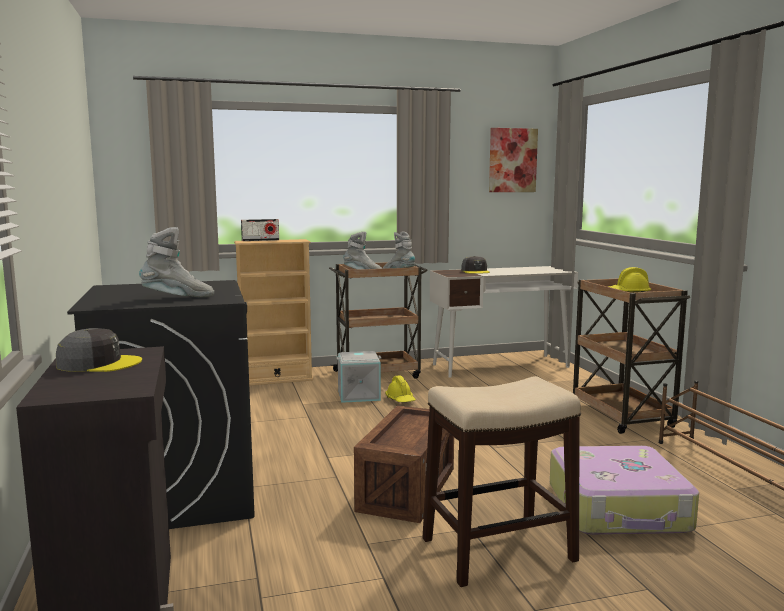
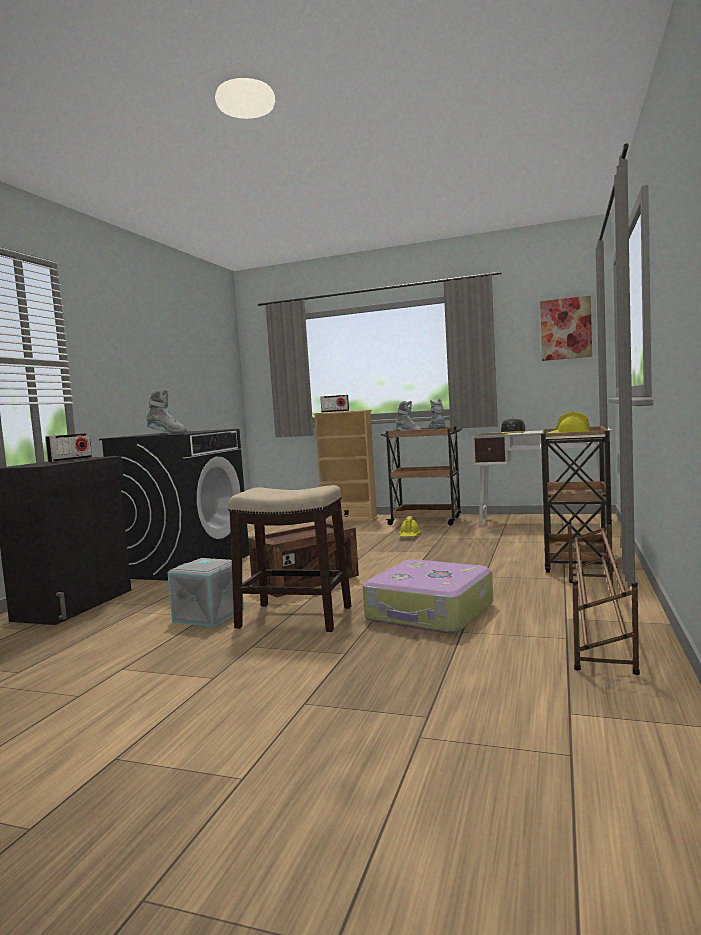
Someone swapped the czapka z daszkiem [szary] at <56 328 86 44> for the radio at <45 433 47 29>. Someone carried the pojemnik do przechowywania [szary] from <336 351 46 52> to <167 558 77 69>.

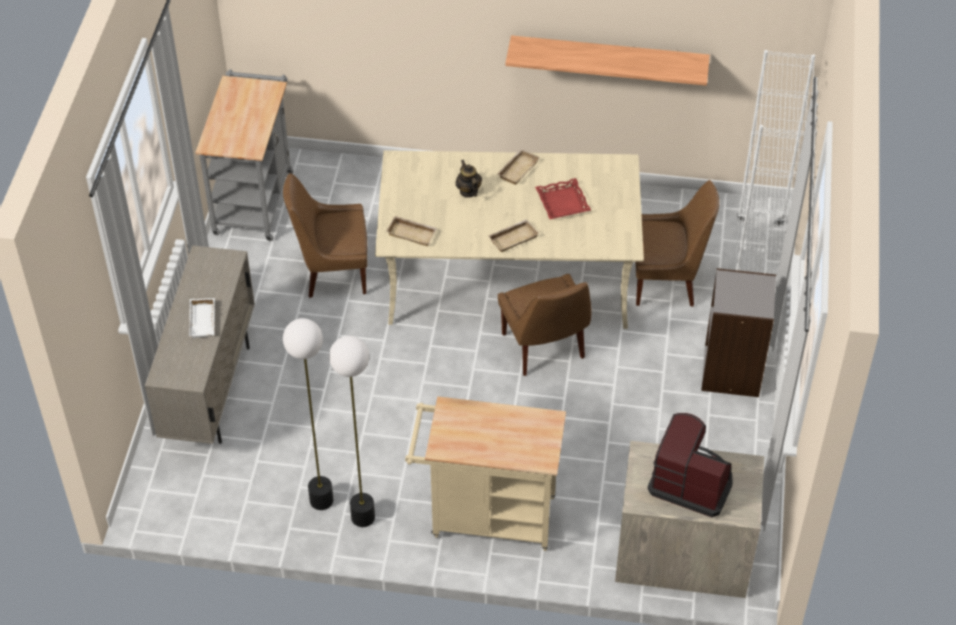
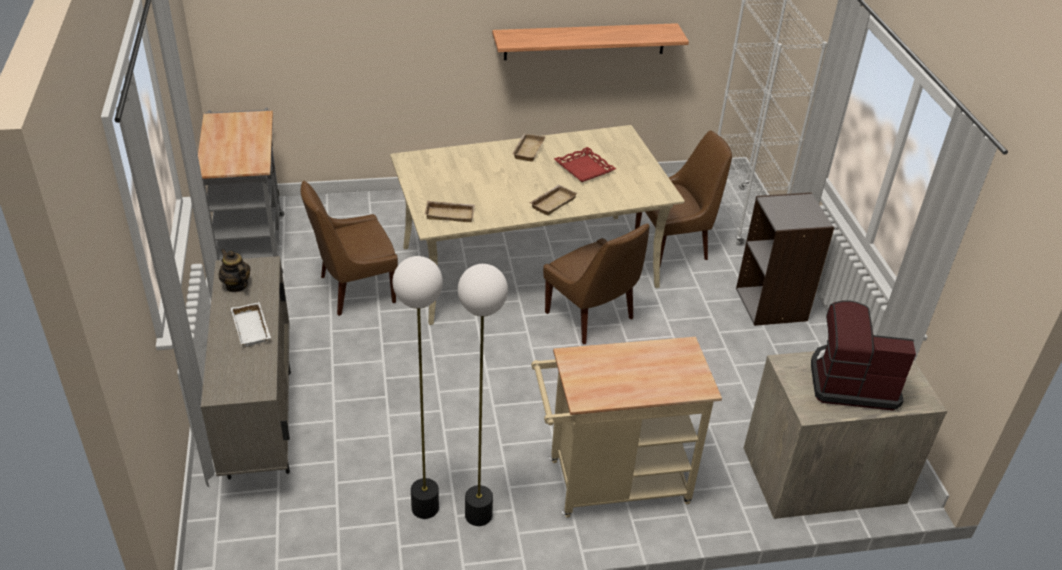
Someone carried the imbryk from <456 160 26 38> to <218 249 32 43>.

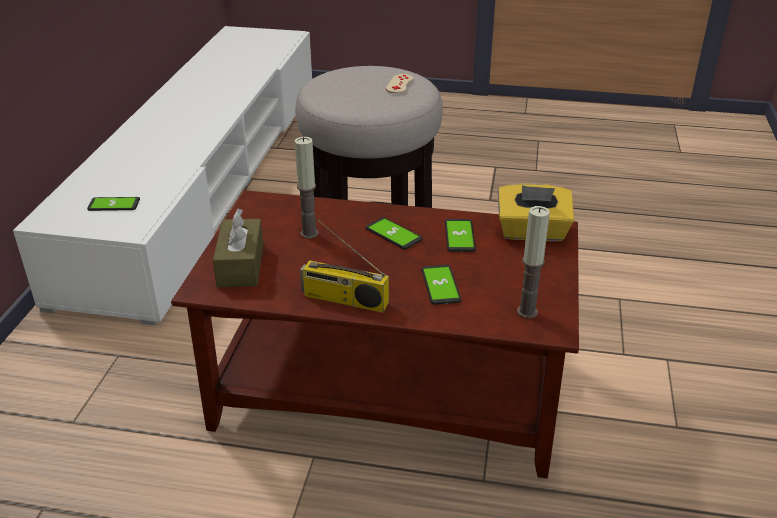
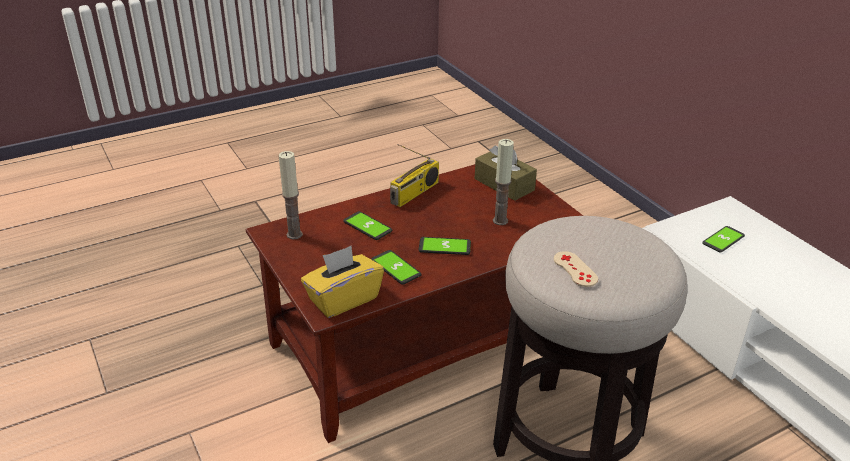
Someone rotated the radio at <300 220 89 93> by 150 degrees clockwise.

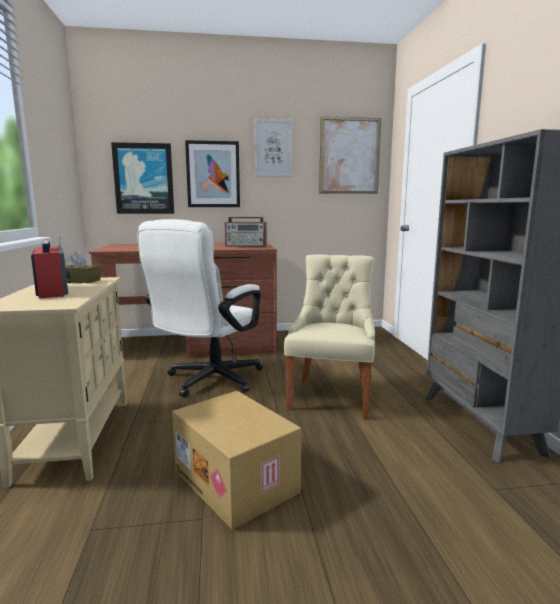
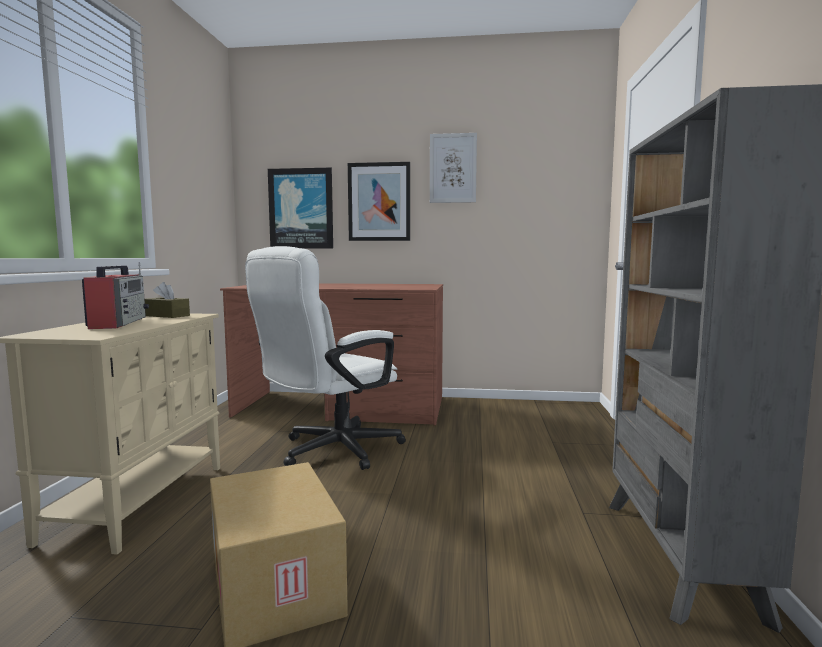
Someone took away the obraz at <319 116 62 78>. Someone took away the radio at <225 215 42 32>. Someone took away the krzesło [beżowy] at <284 254 91 165>.

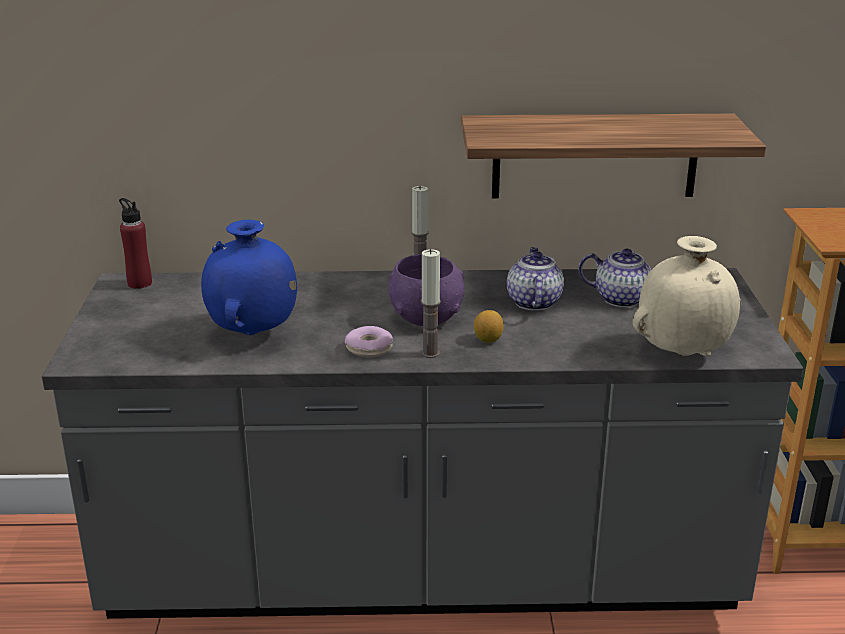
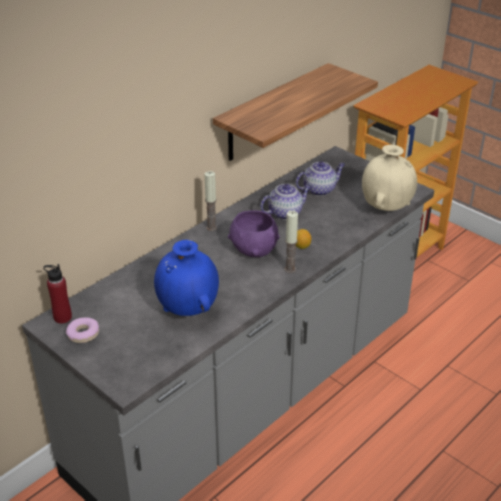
Someone rotated the imbryk at <507 247 57 63> by 105 degrees clockwise. Someone carried the donut from <345 326 48 31> to <66 317 33 26>.

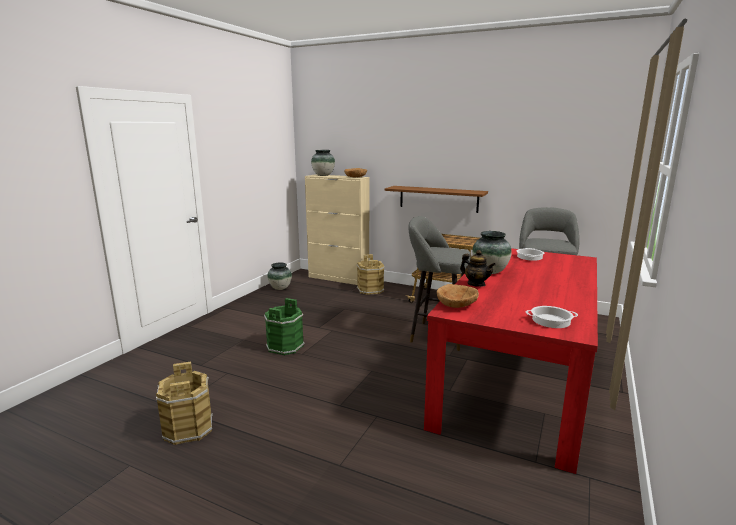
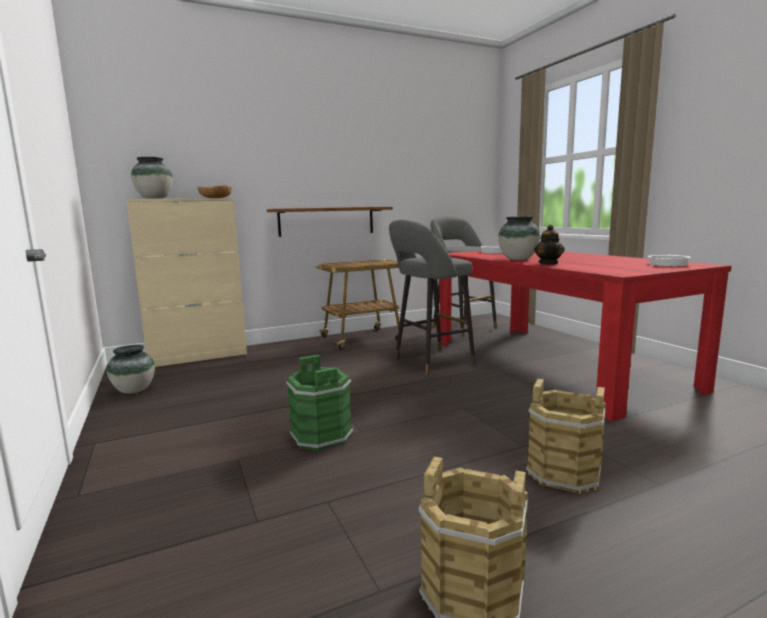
Someone rotated the imbryk at <460 250 36 37> by 105 degrees clockwise. Someone carried the wiadro [brązowy] from <357 254 27 41> to <526 379 80 115>. Someone took away the miska [brązowy] at <437 284 42 24>.

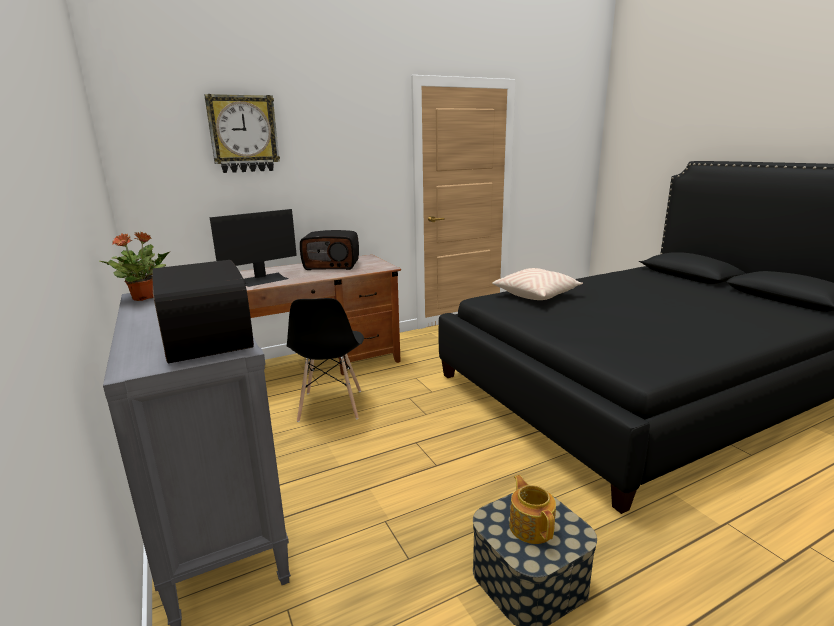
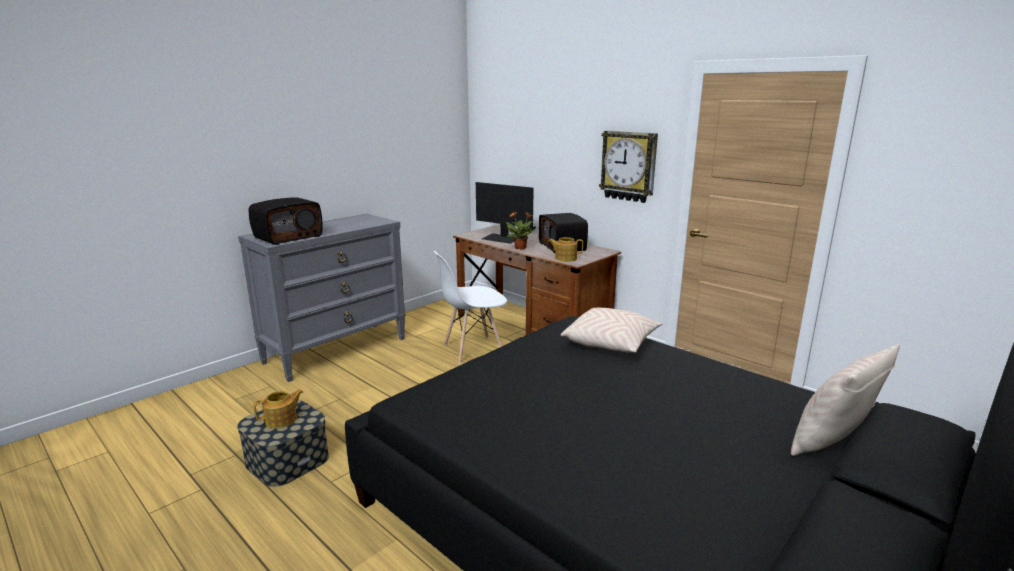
Someone carried the zegar ścienny from <204 94 76 79> to <599 131 59 72>. Someone carried the roślina doniczkowa from <99 232 70 69> to <506 212 30 38>. Someone repainted the krzesło [czarny] at <287 298 77 124>, which became the krzesło [biały] at <434 251 73 113>. Someone put down the imbryk at <549 237 34 24>. Someone put down the poduszka [beżowy] at <791 344 109 112>.

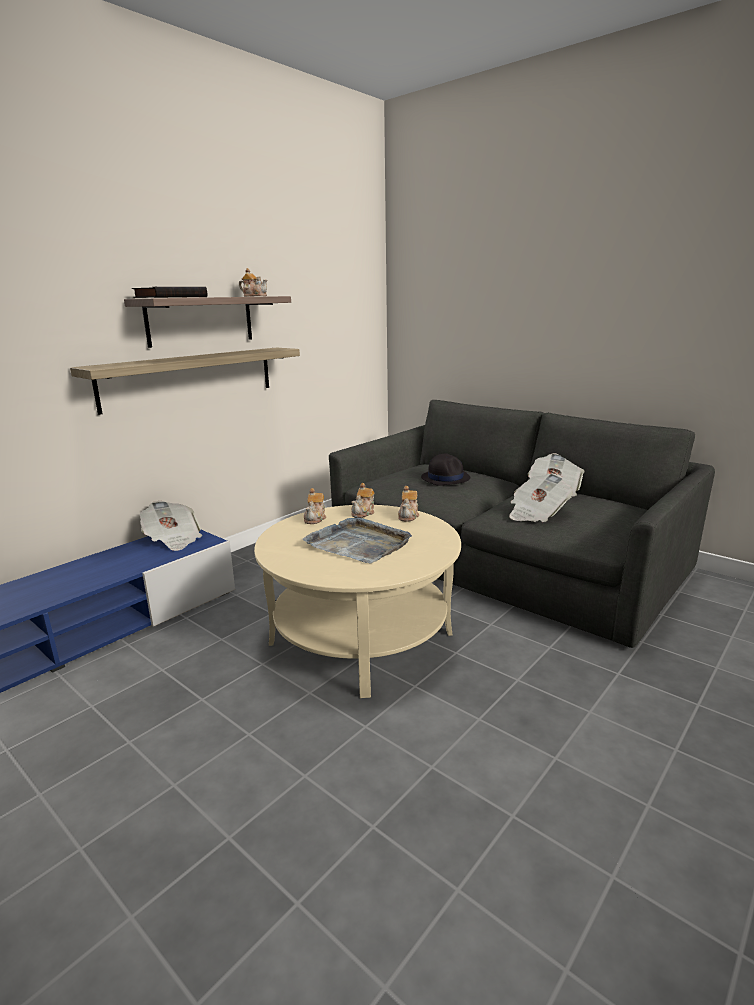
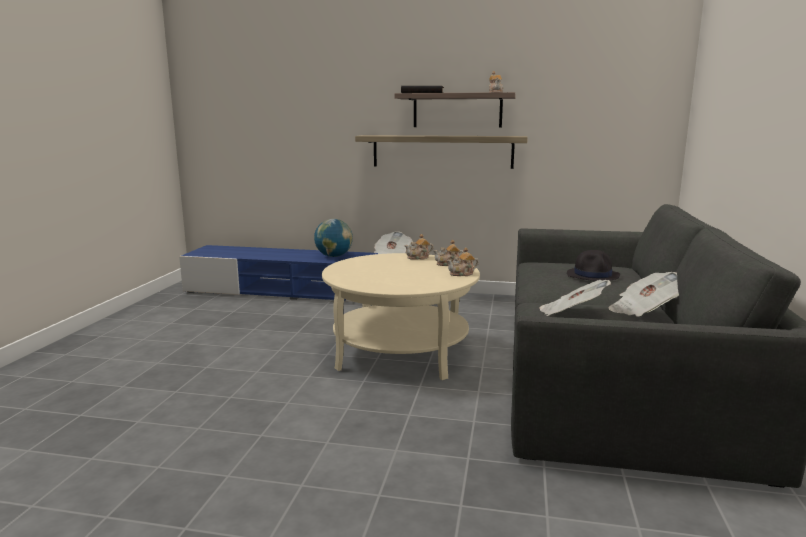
Someone took away the taca [szary] at <302 516 110 48>. Someone put down the globus at <314 219 39 38>.

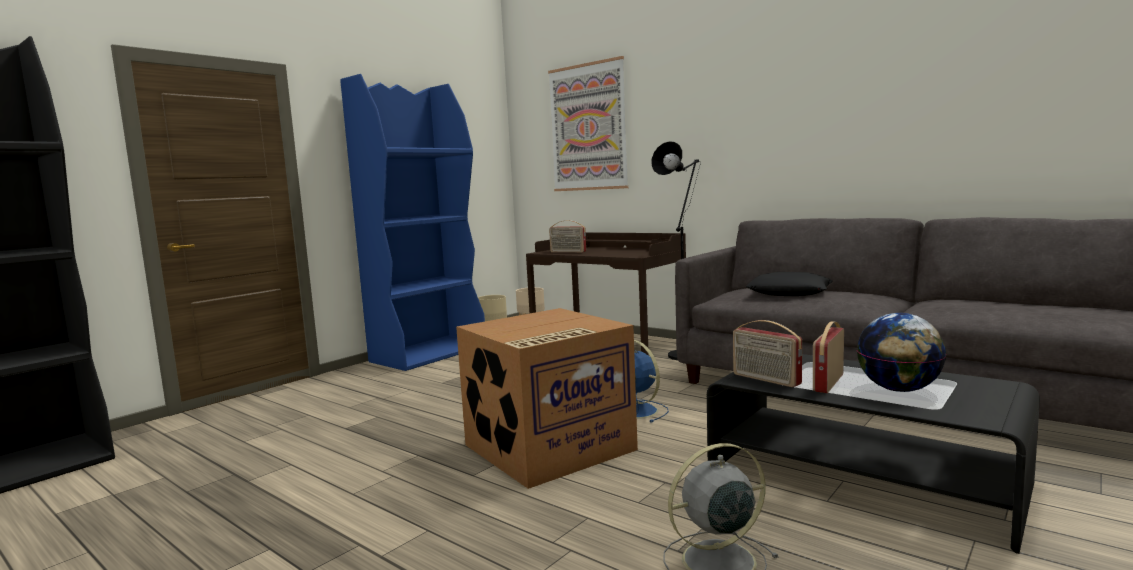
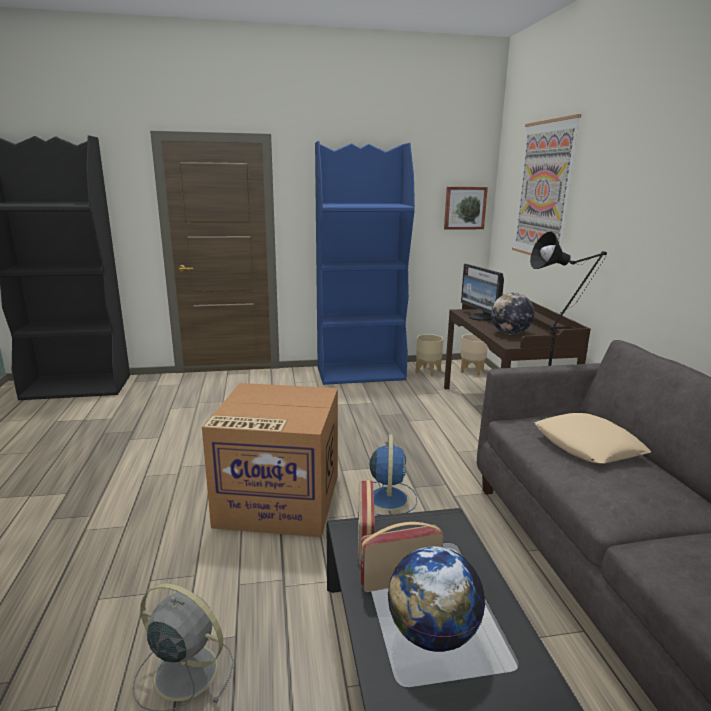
Someone swapped the radio at <549 220 37 33> for the monitor at <461 264 43 57>. Someone repainted the poduszka [czarny] at <745 272 87 24>, which became the poduszka [beżowy] at <535 413 116 51>. Someone put up the obraz at <444 187 44 43>. Someone put down the globus at <491 293 43 42>.

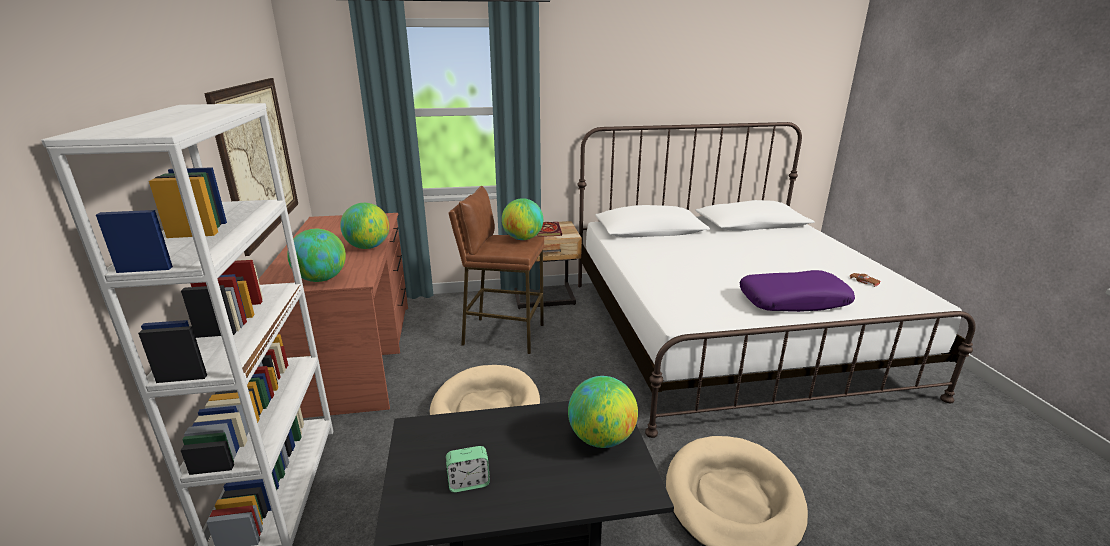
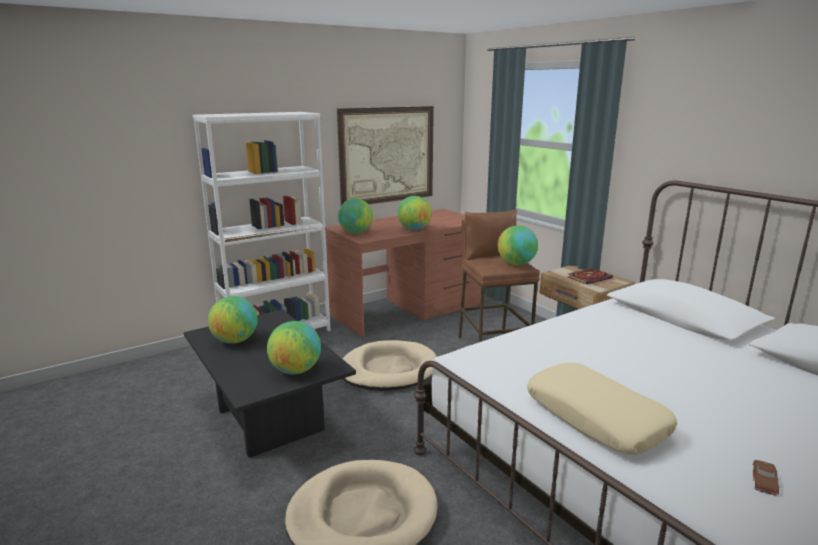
Someone repainted the poduszka [fioletowy] at <740 270 115 42>, which became the poduszka [beżowy] at <527 363 150 92>. Someone swapped the budzik at <446 446 44 47> for the globus at <208 296 50 48>.

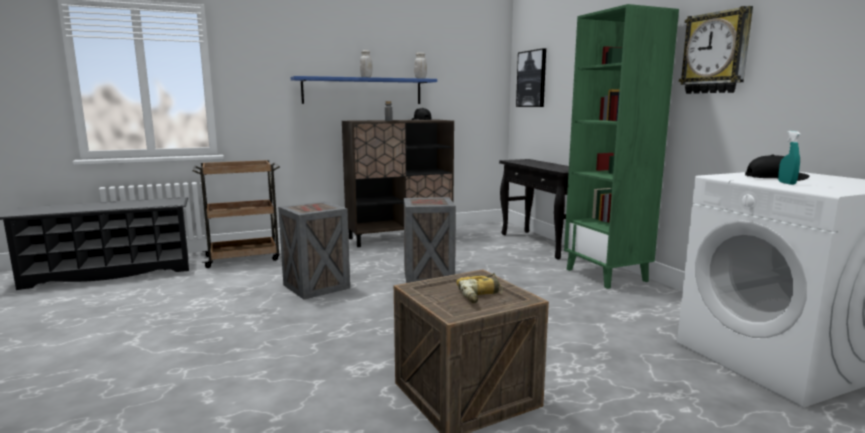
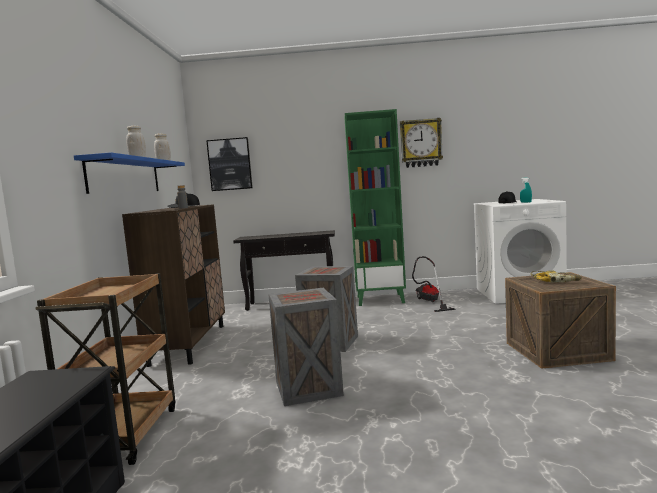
Someone put down the odkurzacz at <412 256 44 56>.

